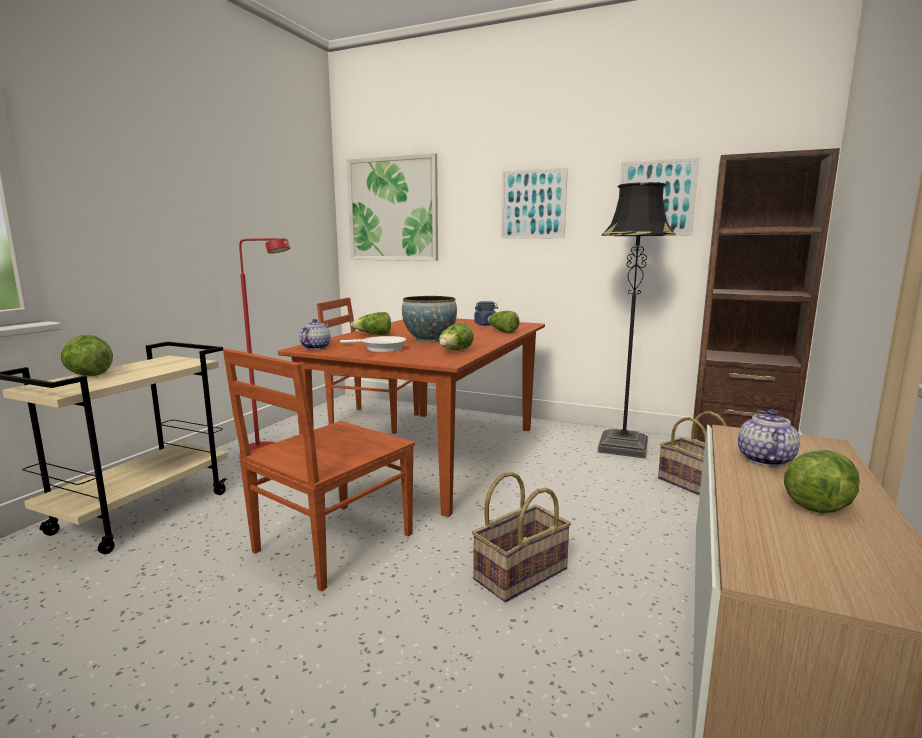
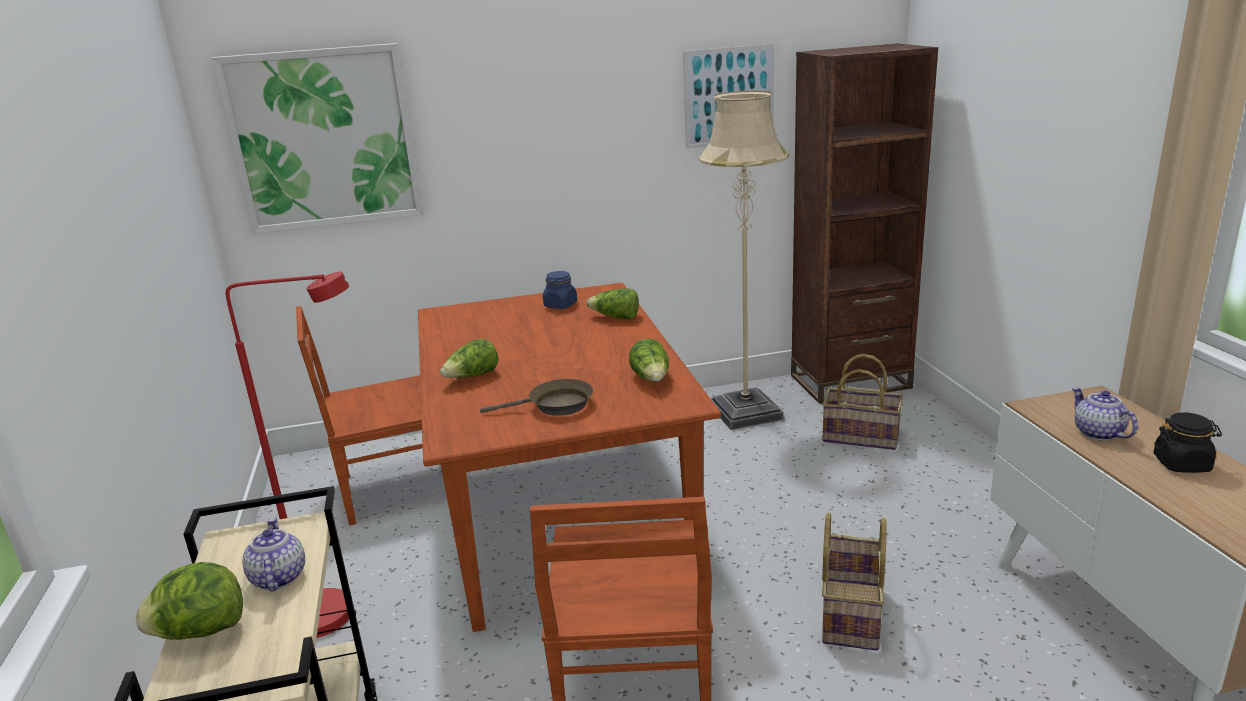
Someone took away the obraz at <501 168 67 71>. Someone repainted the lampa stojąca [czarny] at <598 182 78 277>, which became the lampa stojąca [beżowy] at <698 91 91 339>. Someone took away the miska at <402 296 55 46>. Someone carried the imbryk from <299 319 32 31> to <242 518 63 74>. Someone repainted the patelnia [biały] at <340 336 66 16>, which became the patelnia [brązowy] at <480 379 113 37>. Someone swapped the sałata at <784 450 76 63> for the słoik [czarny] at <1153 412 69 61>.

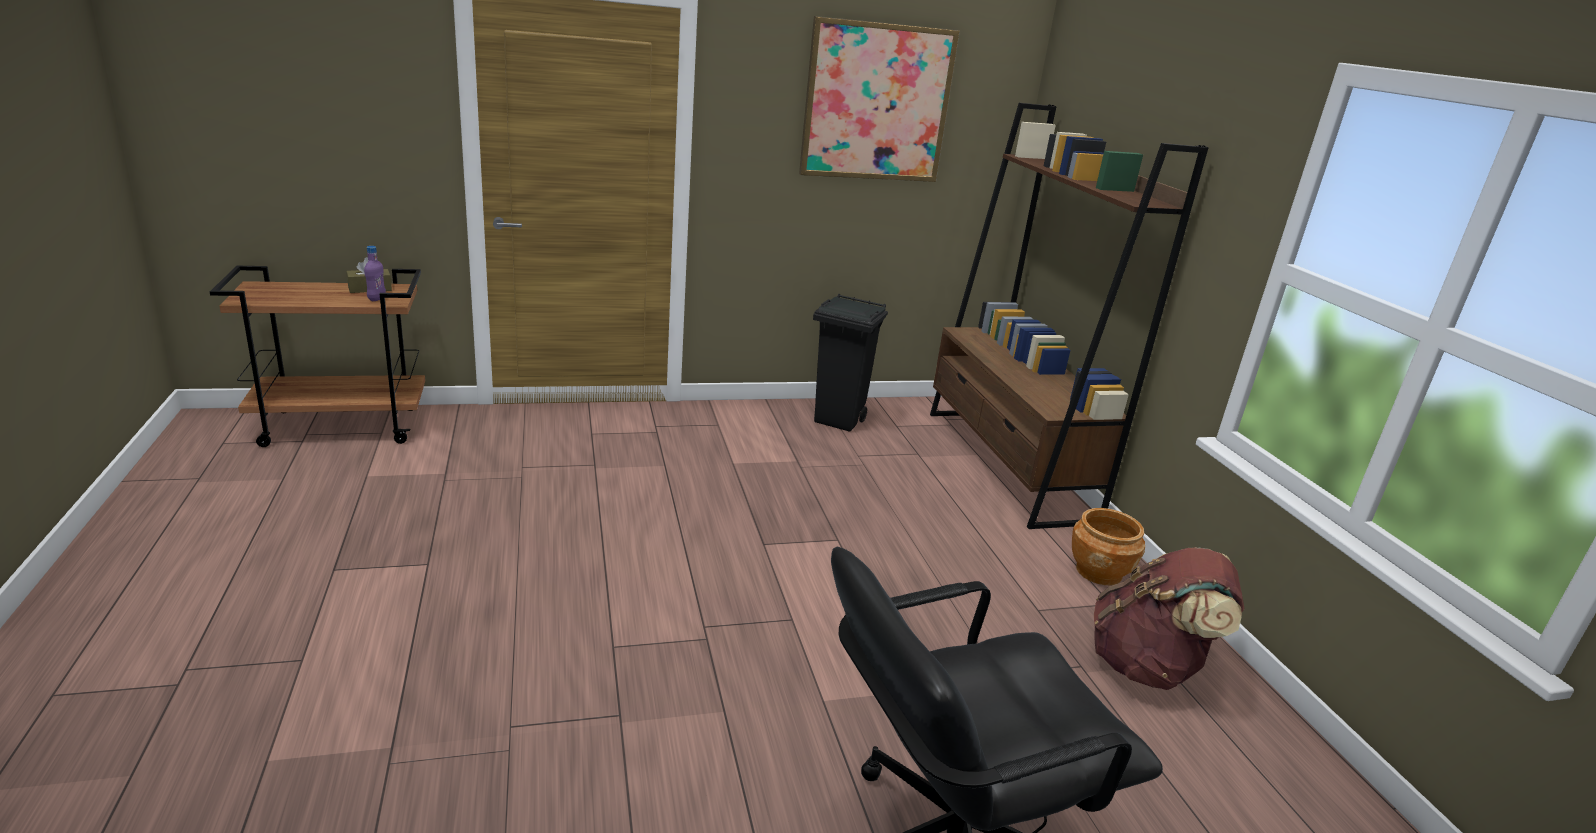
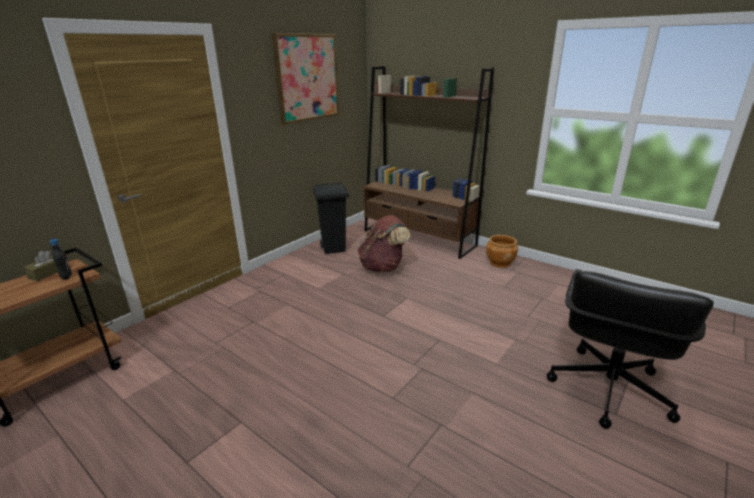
Someone repainted the butelka [fioletowy] at <364 246 22 55>, which became the butelka [czarny] at <50 239 22 41>. Someone carried the plecak [brązowy] from <1094 547 151 143> to <358 215 52 57>.

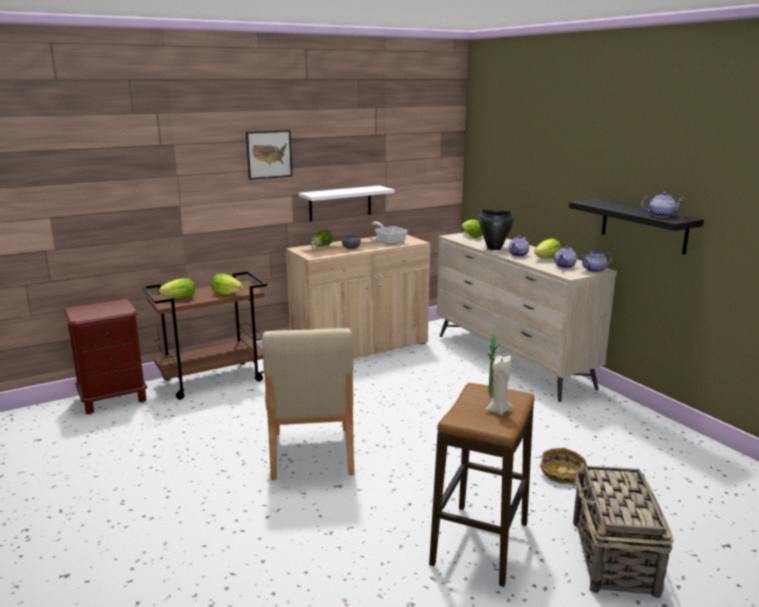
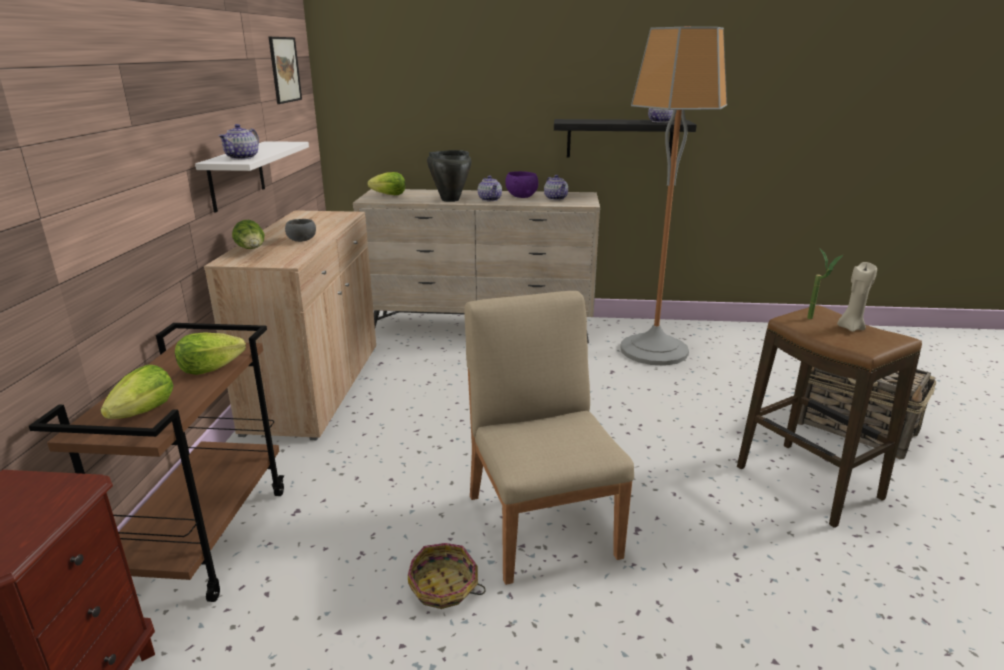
Someone carried the obraz from <246 130 46 50> to <269 37 33 67>. Someone took away the patelnia at <372 222 36 23>. Someone swapped the sałata at <534 238 27 20> for the miska [fioletowy] at <505 171 33 27>. Someone carried the imbryk from <581 249 31 23> to <218 124 41 36>. Someone rotated the krzesło [beżowy] at <262 328 92 152> by 135 degrees counterclockwise. Someone carried the koszyk from <540 448 45 37> to <408 543 78 66>. Someone put down the lampa stojąca at <620 26 107 340>.

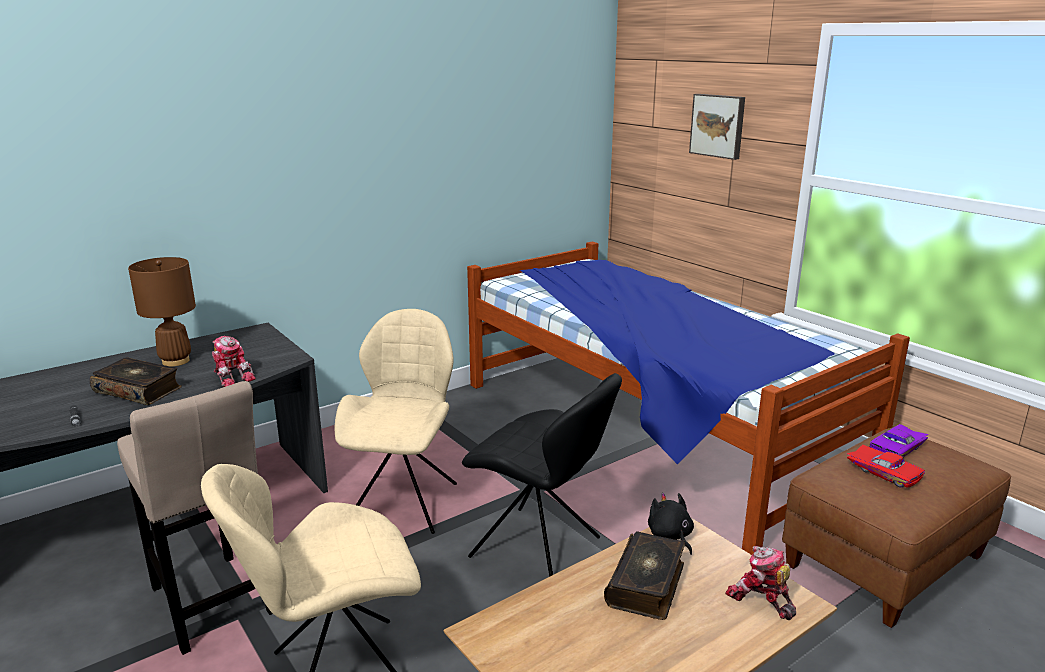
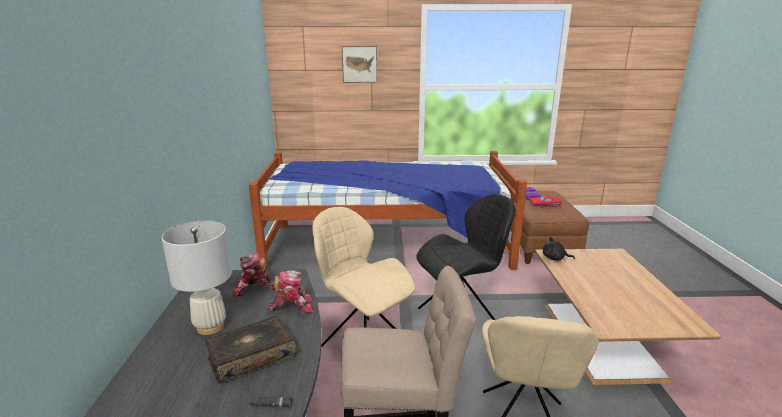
Someone repainted the lampa stołowa [brązowy] at <128 257 68 110>, which became the lampa stołowa [biały] at <162 221 70 114>. Someone took away the książka at <604 531 81 89>. Someone carried the robot zabawkowy from <725 546 71 74> to <232 253 43 44>.

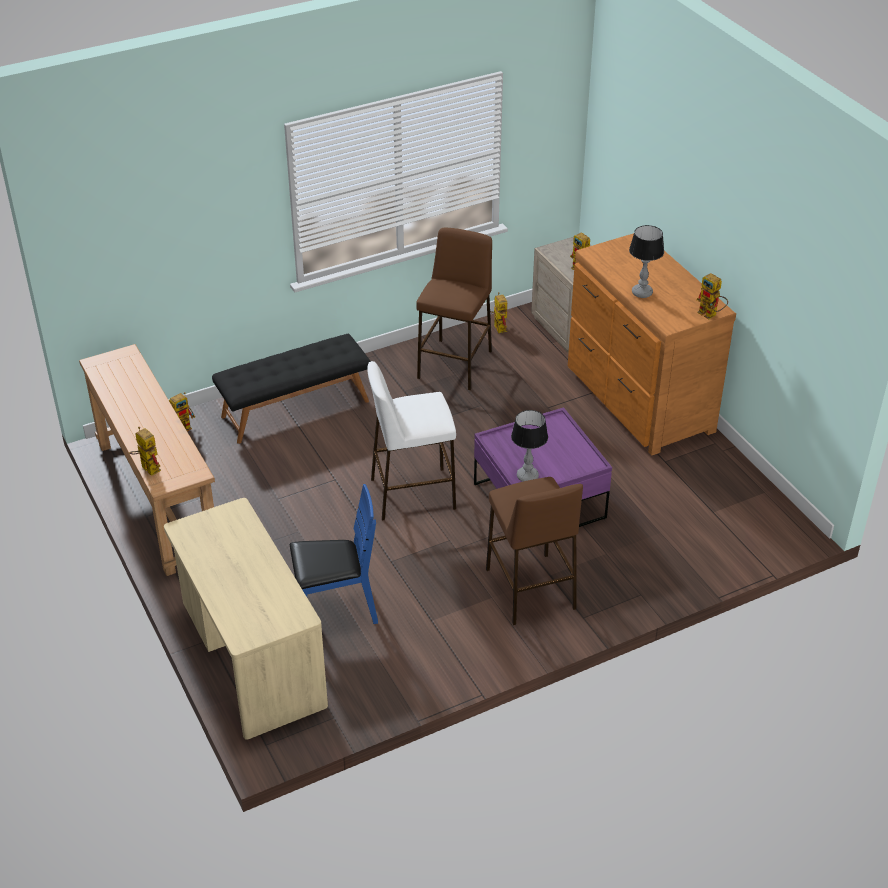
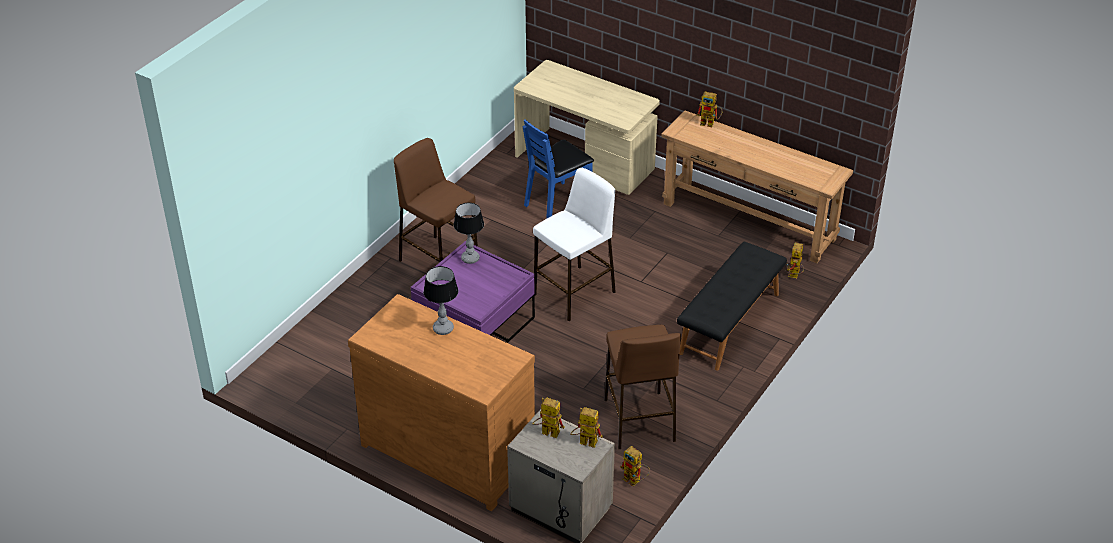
Someone carried the robot zabawkowy from <696 273 32 46> to <570 407 33 41>.

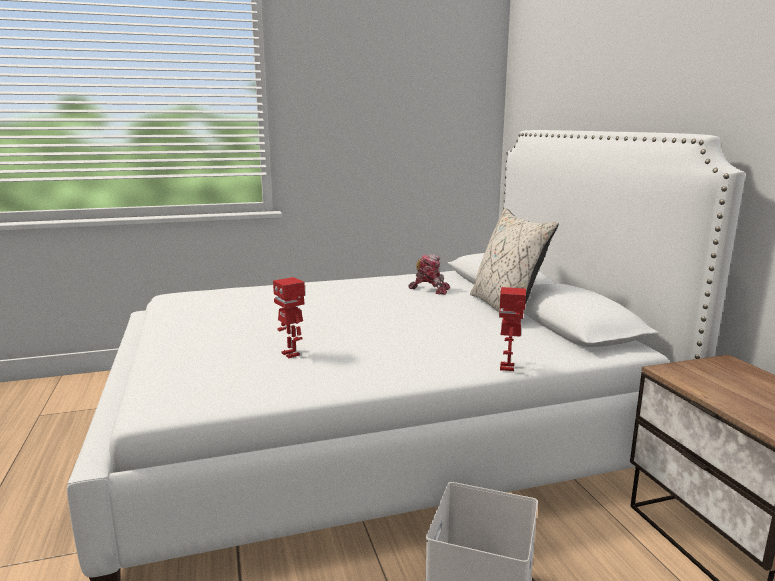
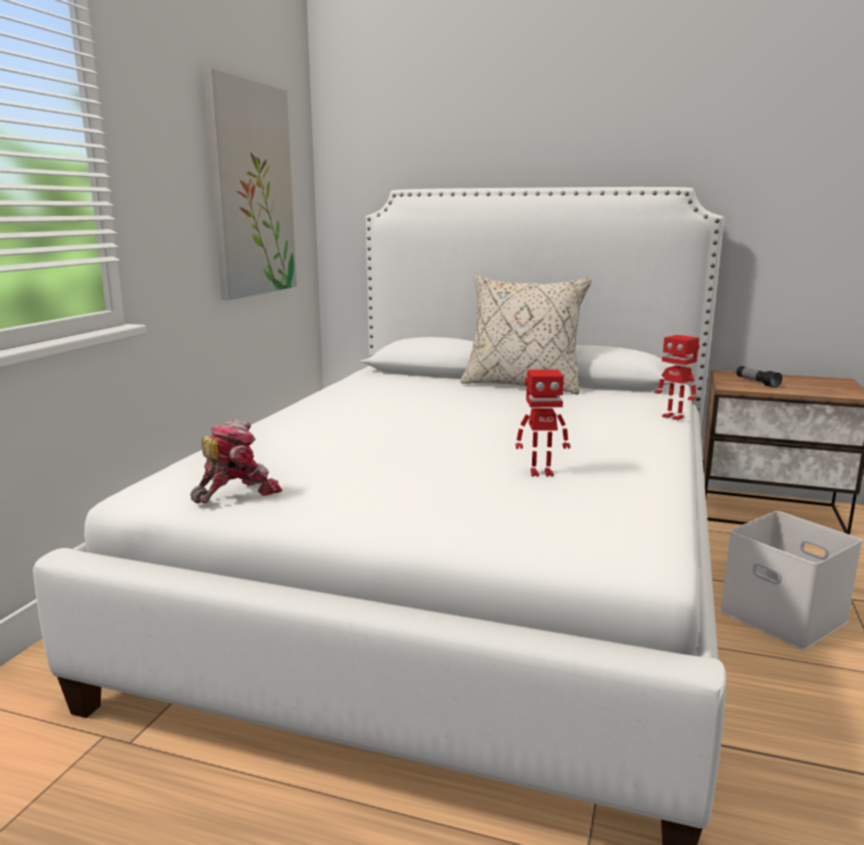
Someone carried the robot zabawkowy from <408 254 42 41> to <190 419 92 84>. Someone put up the obraz at <203 68 94 232>. Someone put down the latarka at <736 366 46 22>.

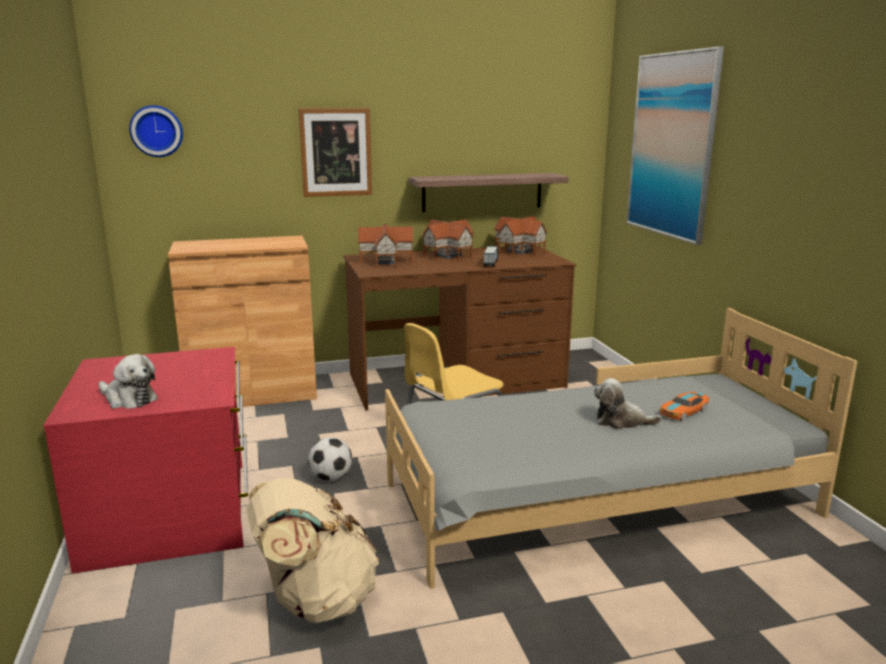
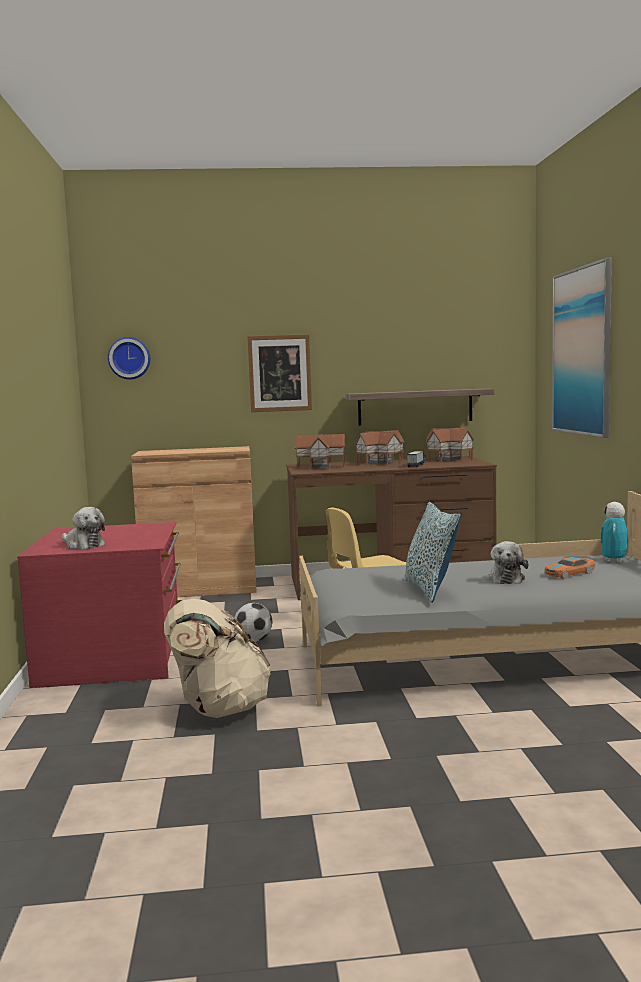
Someone rotated the pluszak at <594 378 68 51> by 105 degrees counterclockwise. Someone put down the poduszka at <404 502 57 101>. Someone put down the robot zabawkowy at <600 502 28 60>.

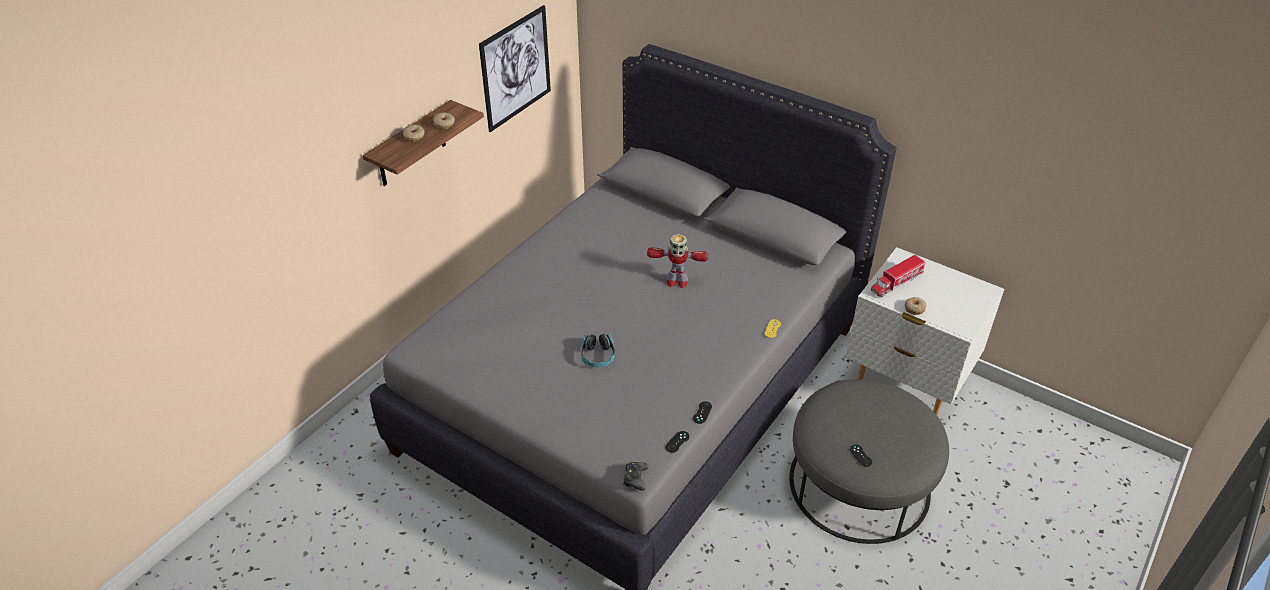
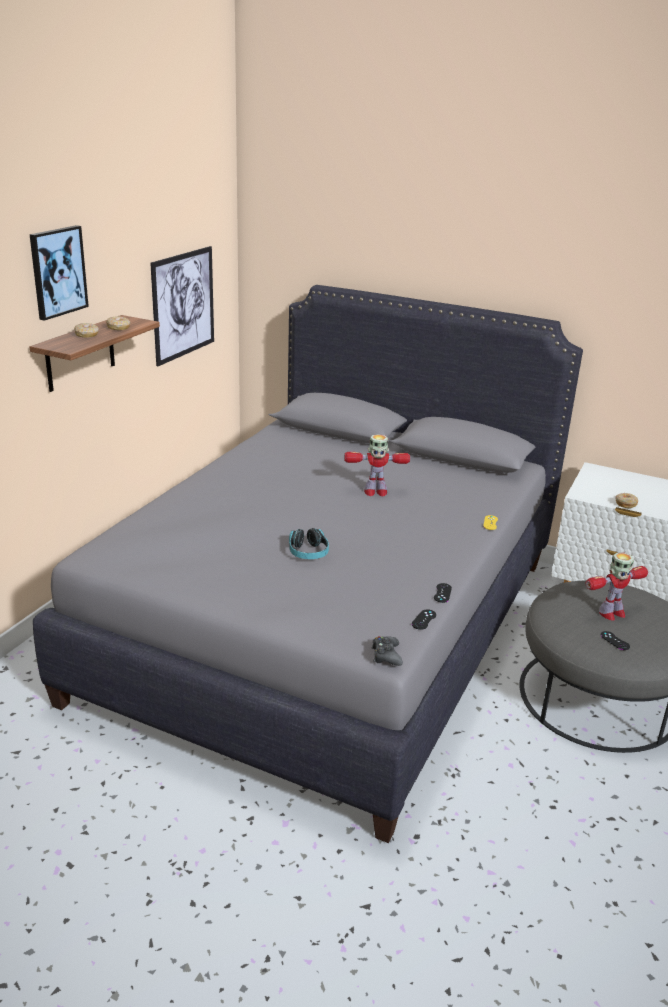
Someone took away the ciężarówka zabawkowa at <871 255 54 42>. Someone put up the obraz at <30 225 59 96>. Someone put down the robot zabawkowy at <586 552 62 69>.

